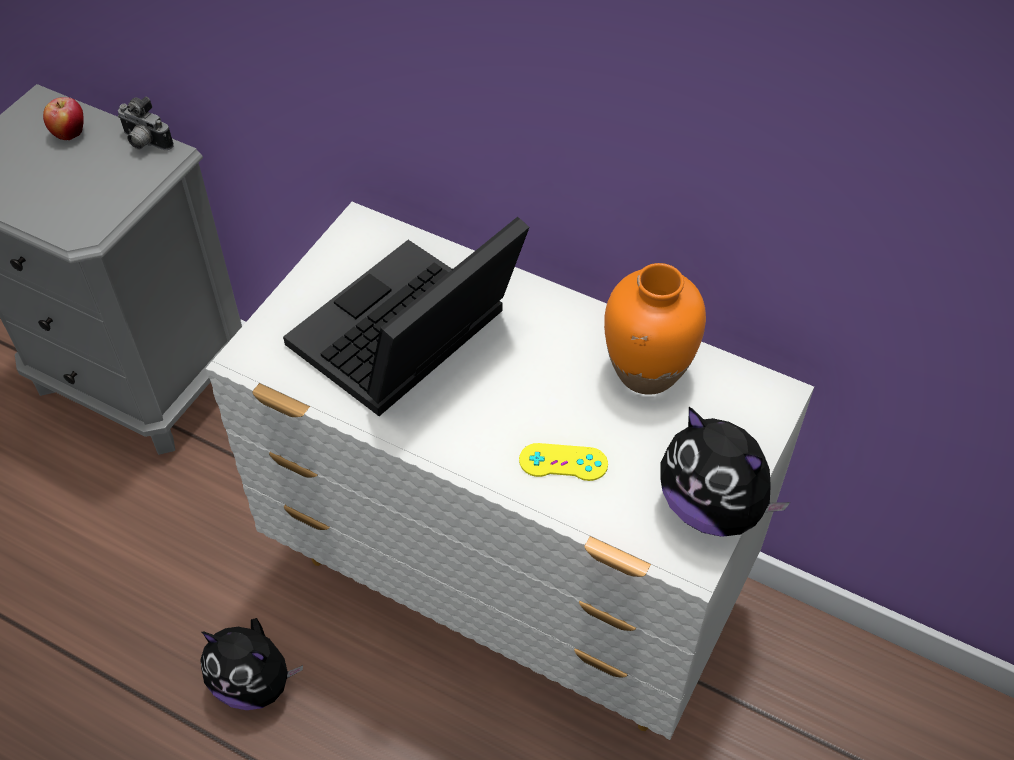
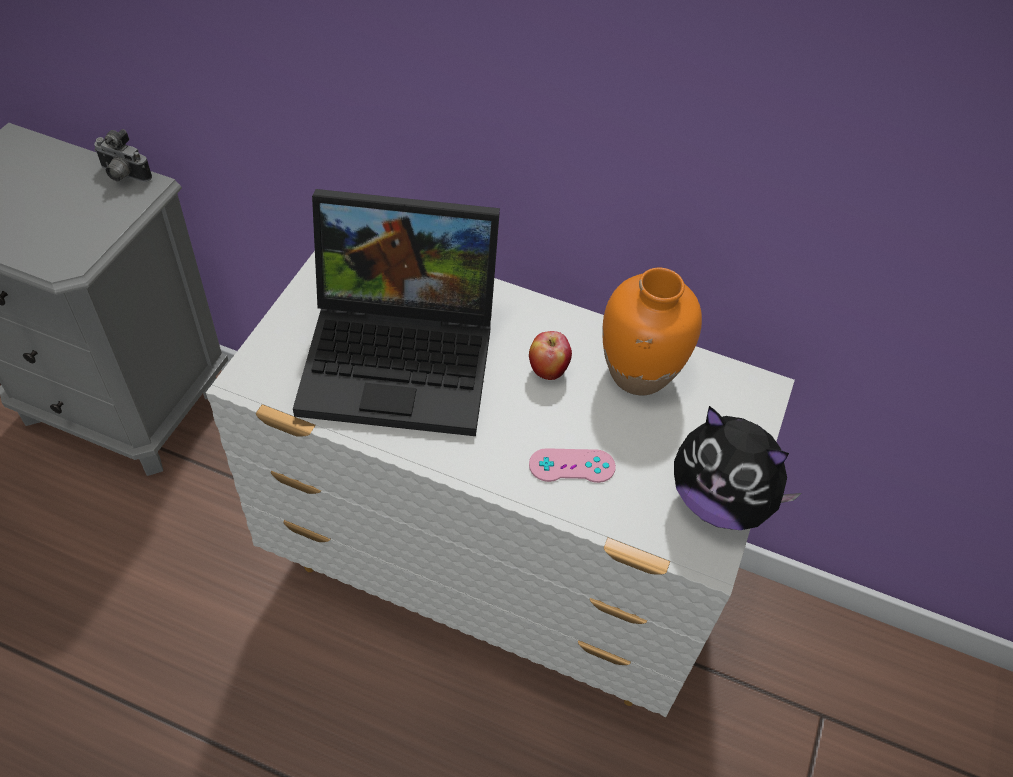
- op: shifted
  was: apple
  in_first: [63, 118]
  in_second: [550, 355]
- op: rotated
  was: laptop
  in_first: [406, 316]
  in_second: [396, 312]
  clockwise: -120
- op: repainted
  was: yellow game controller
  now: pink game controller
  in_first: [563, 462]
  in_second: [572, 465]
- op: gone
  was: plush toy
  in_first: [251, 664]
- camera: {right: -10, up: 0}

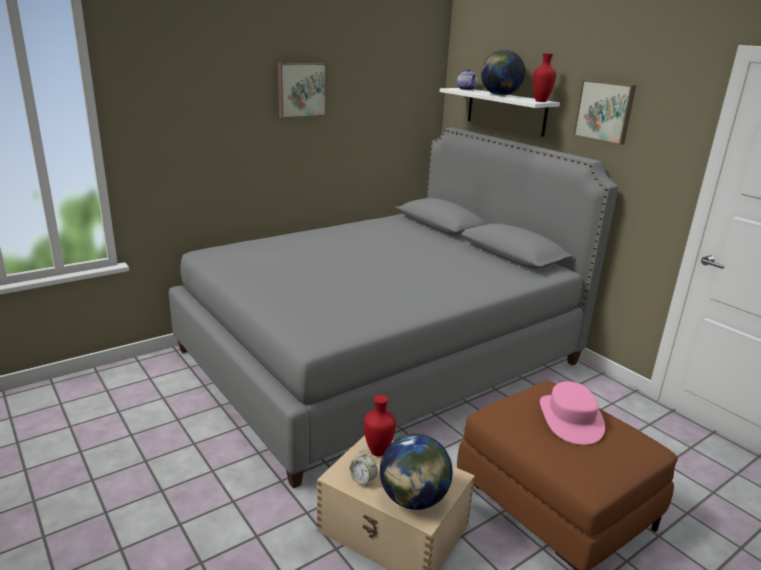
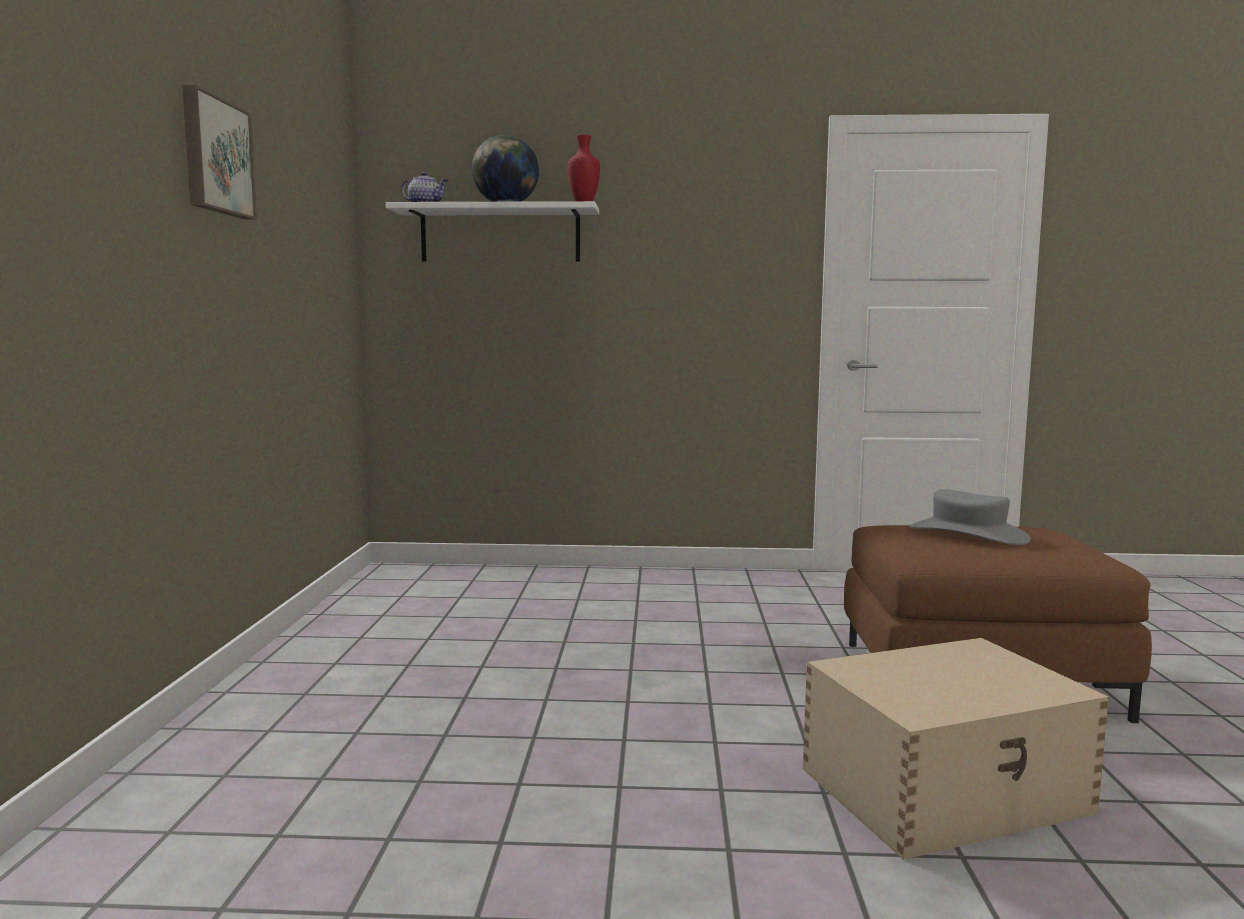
- op: gone
  was: picture
  in_first: [604, 112]
- op: gone
  was: grey bed
  in_first: [393, 307]
- op: repainted
  was: pink hat
  now: grey hat
  in_first: [572, 413]
  in_second: [969, 517]
- op: gone
  was: red vase
  in_first: [380, 425]
- op: gone
  was: globe
  in_first: [416, 472]
- op: gone
  was: alarm clock
  in_first: [363, 468]
- camera: {right: -50, up: -15}

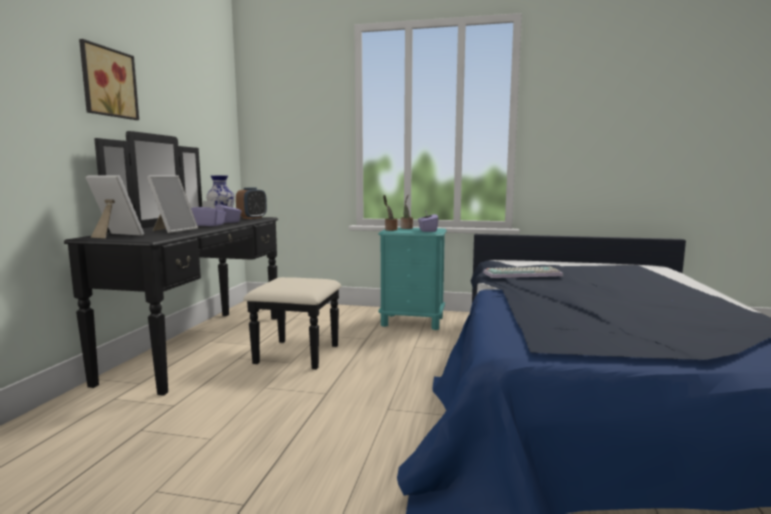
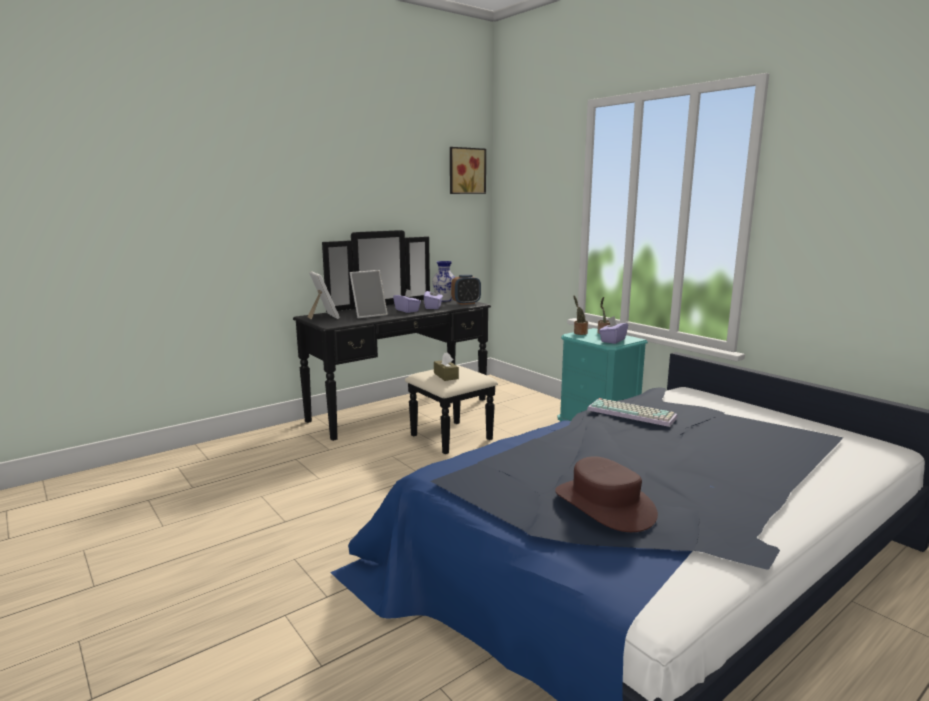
- op: shifted
  was: picture
  in_first: [109, 79]
  in_second: [468, 170]
- op: new
  now: brown tissue box
  in_second: [446, 366]
- op: new
  now: brown hat
  in_second: [606, 494]
- camera: {right: 40, up: 5}

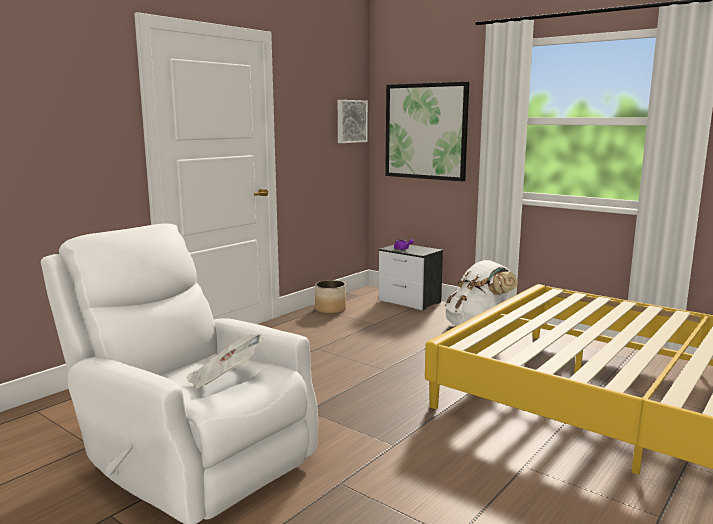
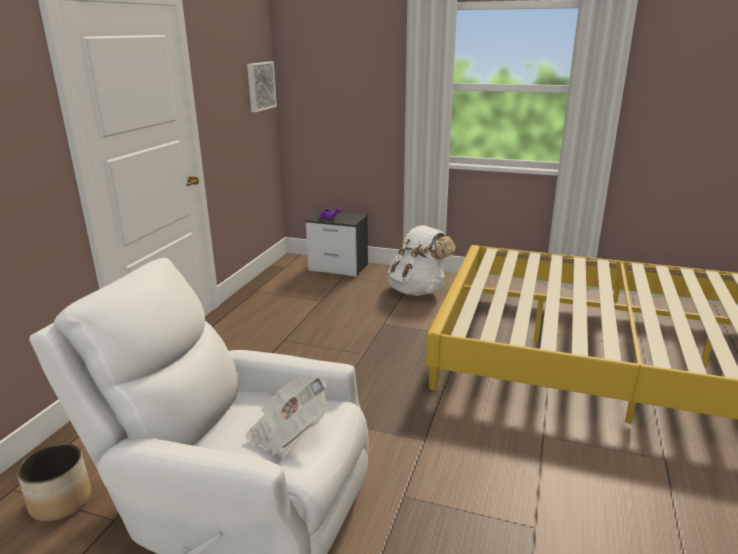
- op: gone
  was: picture
  in_first: [427, 131]
- op: shifted
  was: planter
  in_first: [330, 297]
  in_second: [54, 482]
- camera: {right: -20, up: 10}

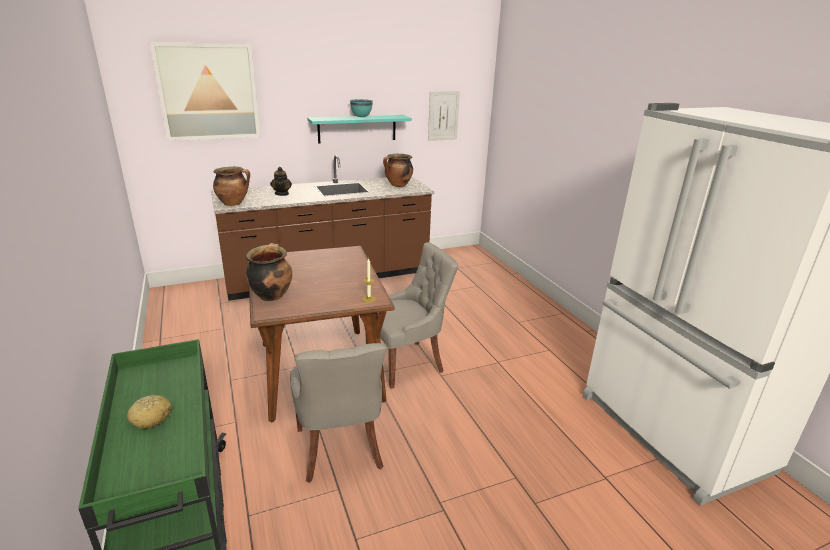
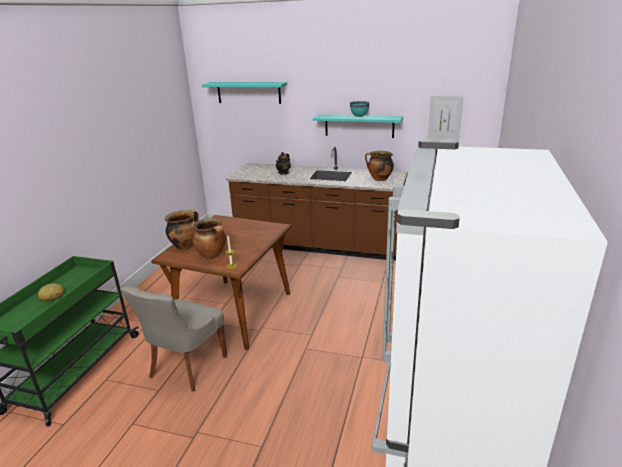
- op: swapped
  was: picture
  now: turquoise shelf
  in_first: [205, 91]
  in_second: [244, 93]
- op: shifted
  was: cooking pot
  in_first: [231, 186]
  in_second: [209, 238]
- op: gone
  was: grey chair
  in_first: [411, 315]
- camera: {right: 40, up: 0}

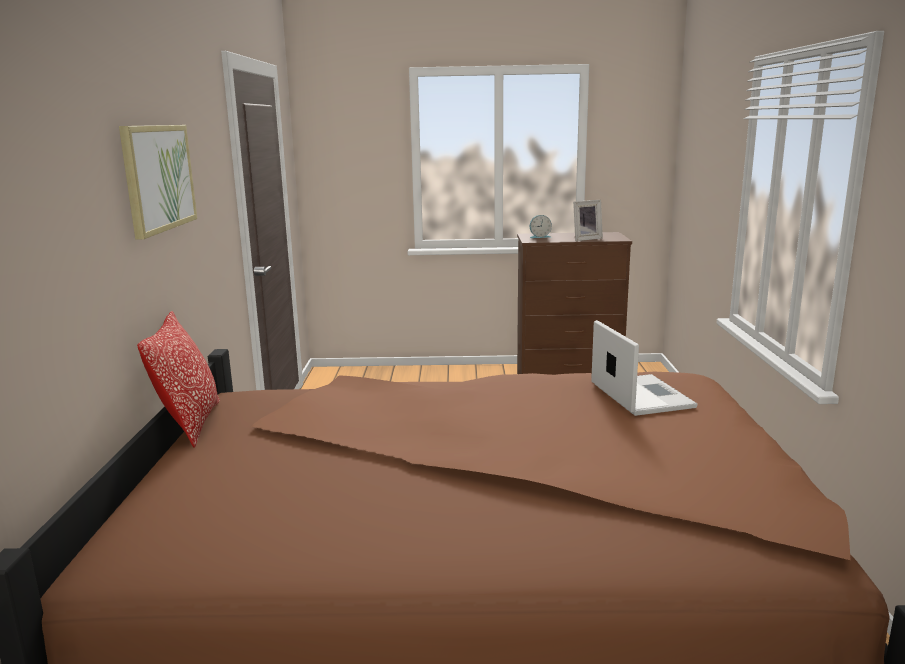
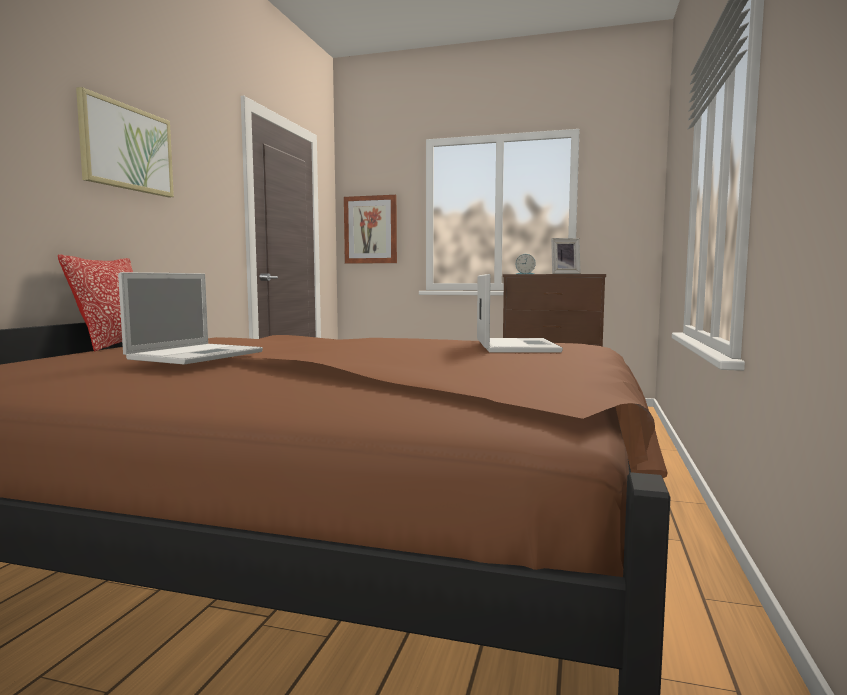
- op: new
  now: picture
  in_second: [370, 229]
- op: new
  now: laptop
  in_second: [190, 318]
- camera: {right: 15, up: -10}

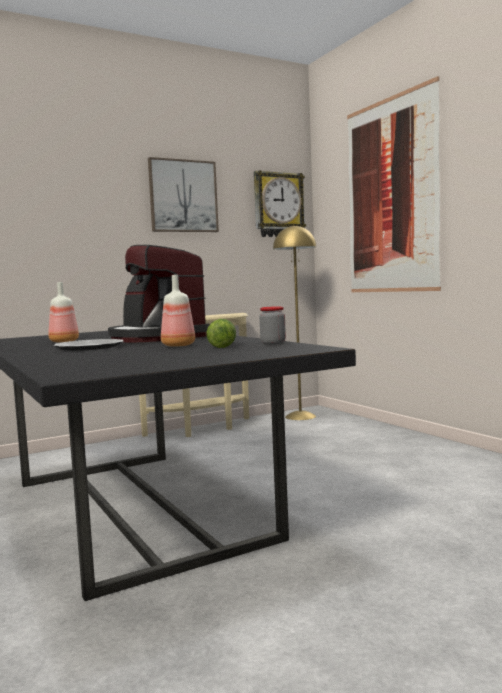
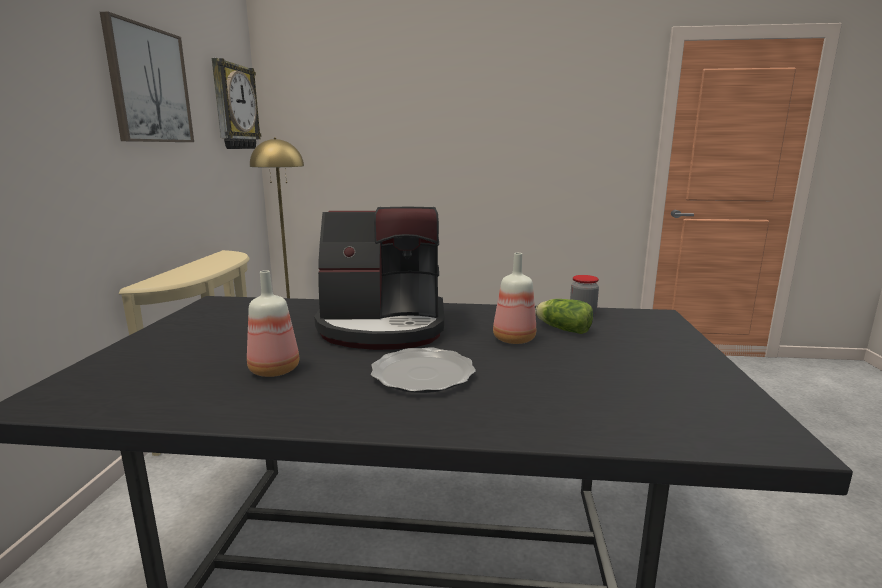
- op: gone
  was: picture
  in_first: [394, 184]
- camera: {right: -55, up: 10}

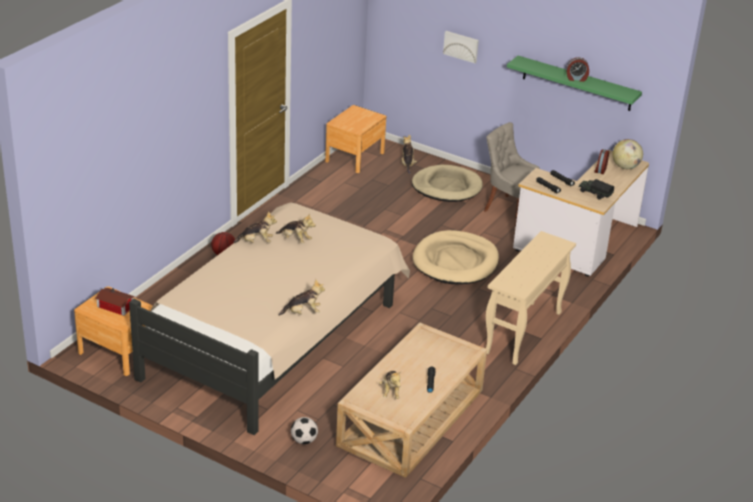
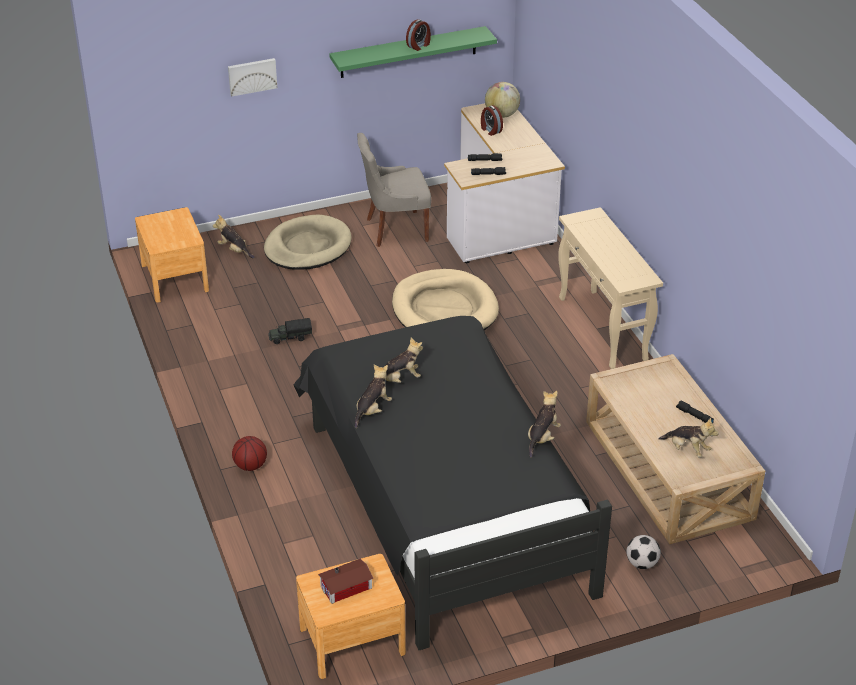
- op: shifted
  was: toy truck
  in_first: [596, 189]
  in_second: [290, 331]
- op: repainted
  was: beige bed
  now: black bed
  in_first: [269, 318]
  in_second: [452, 483]
- camera: {right: -50, up: 5}

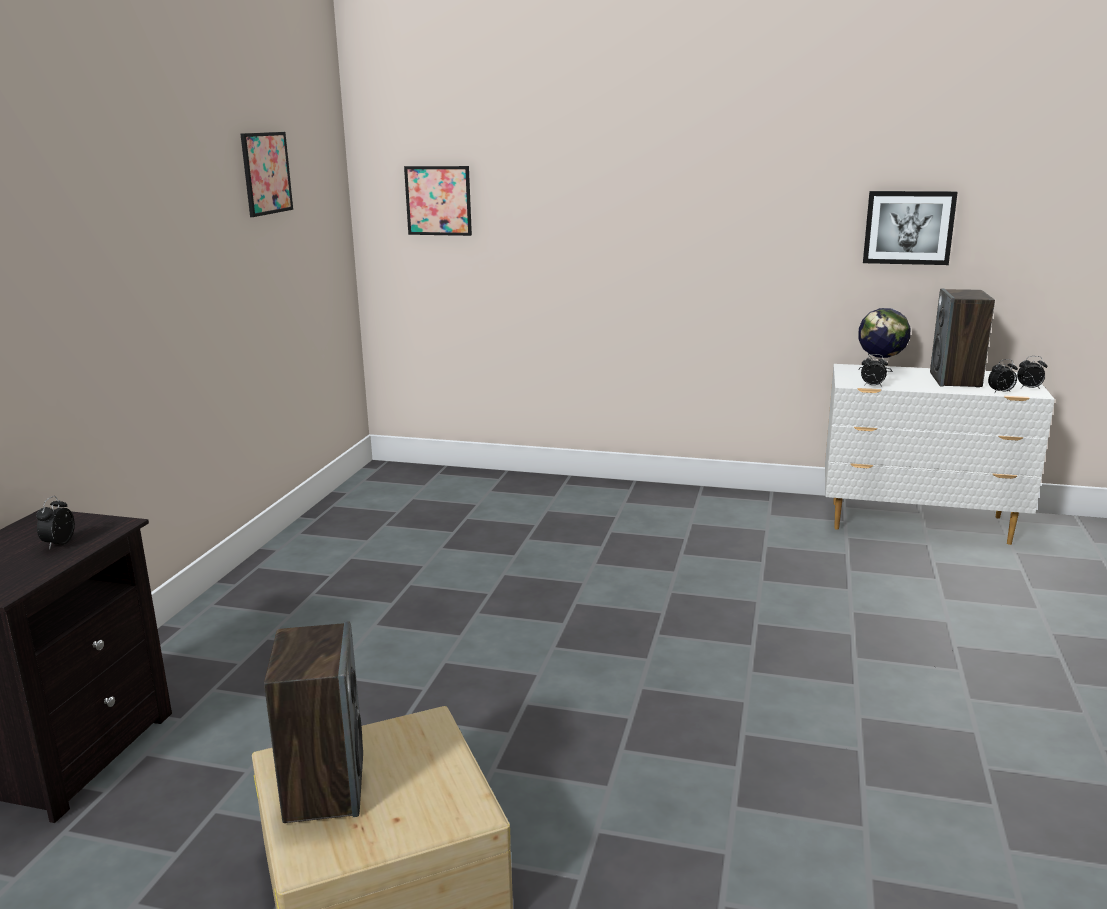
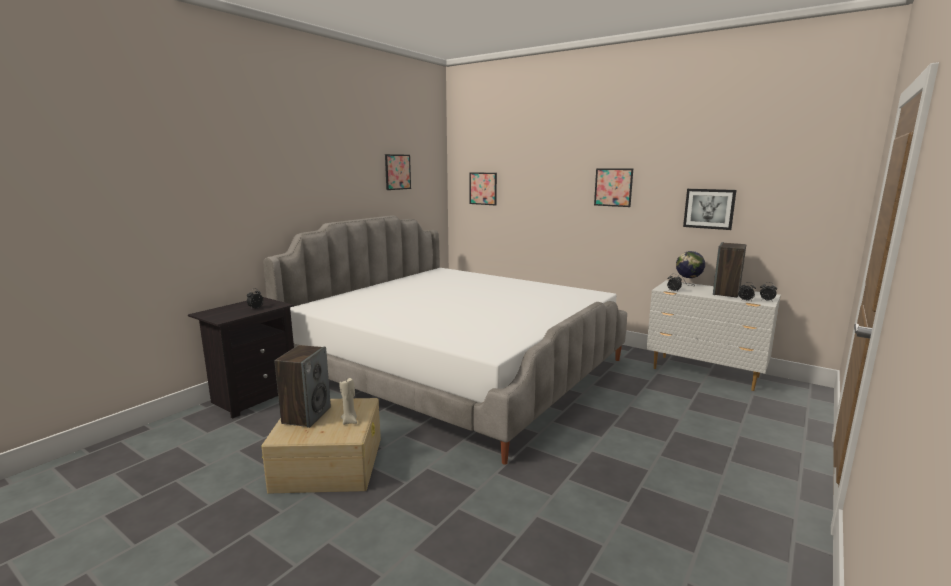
- op: new
  now: picture
  in_second: [613, 187]
- op: new
  now: bed
  in_second: [445, 340]
- op: new
  now: beige candle
  in_second: [348, 401]
- camera: {right: 20, up: -5}

